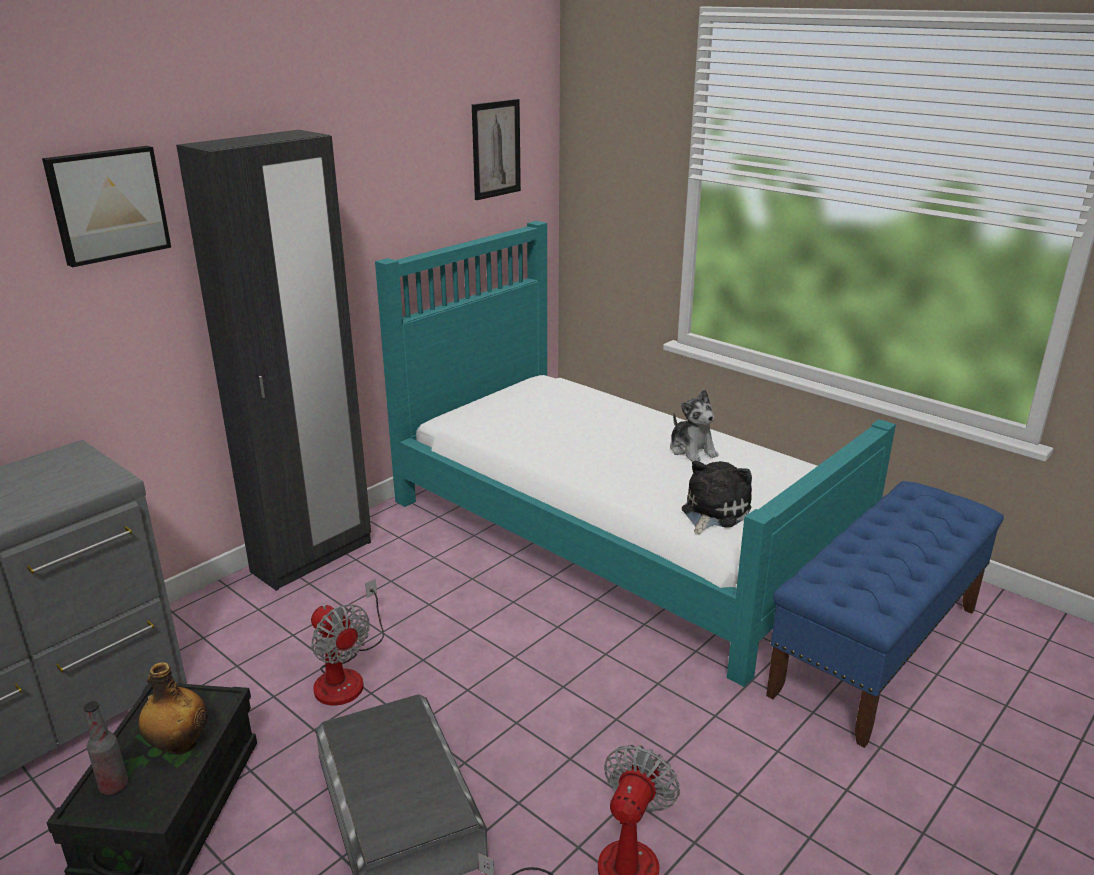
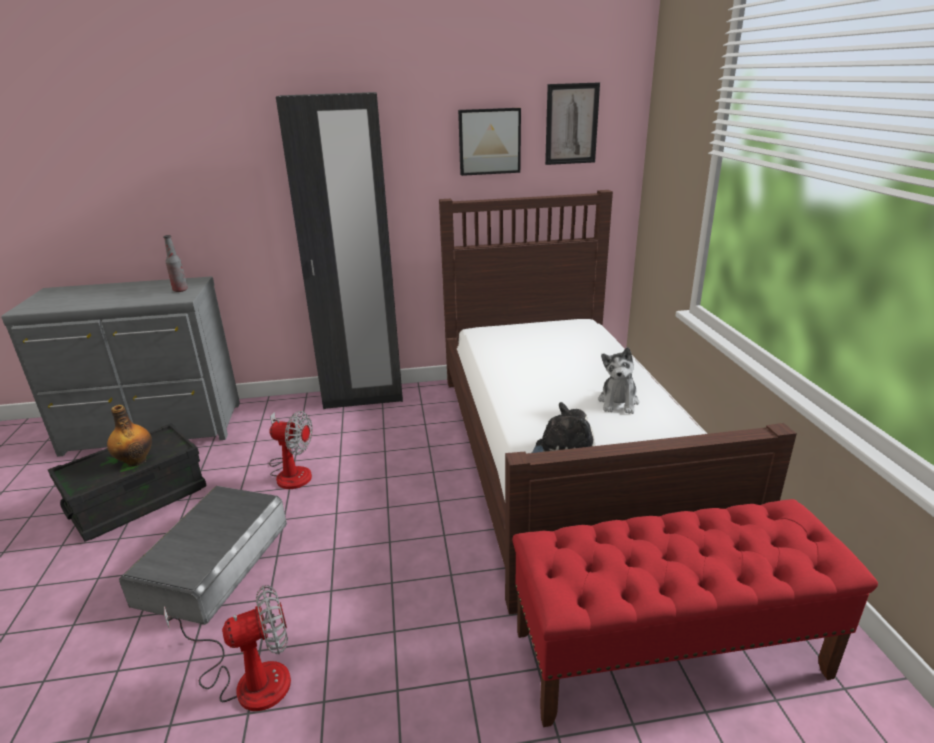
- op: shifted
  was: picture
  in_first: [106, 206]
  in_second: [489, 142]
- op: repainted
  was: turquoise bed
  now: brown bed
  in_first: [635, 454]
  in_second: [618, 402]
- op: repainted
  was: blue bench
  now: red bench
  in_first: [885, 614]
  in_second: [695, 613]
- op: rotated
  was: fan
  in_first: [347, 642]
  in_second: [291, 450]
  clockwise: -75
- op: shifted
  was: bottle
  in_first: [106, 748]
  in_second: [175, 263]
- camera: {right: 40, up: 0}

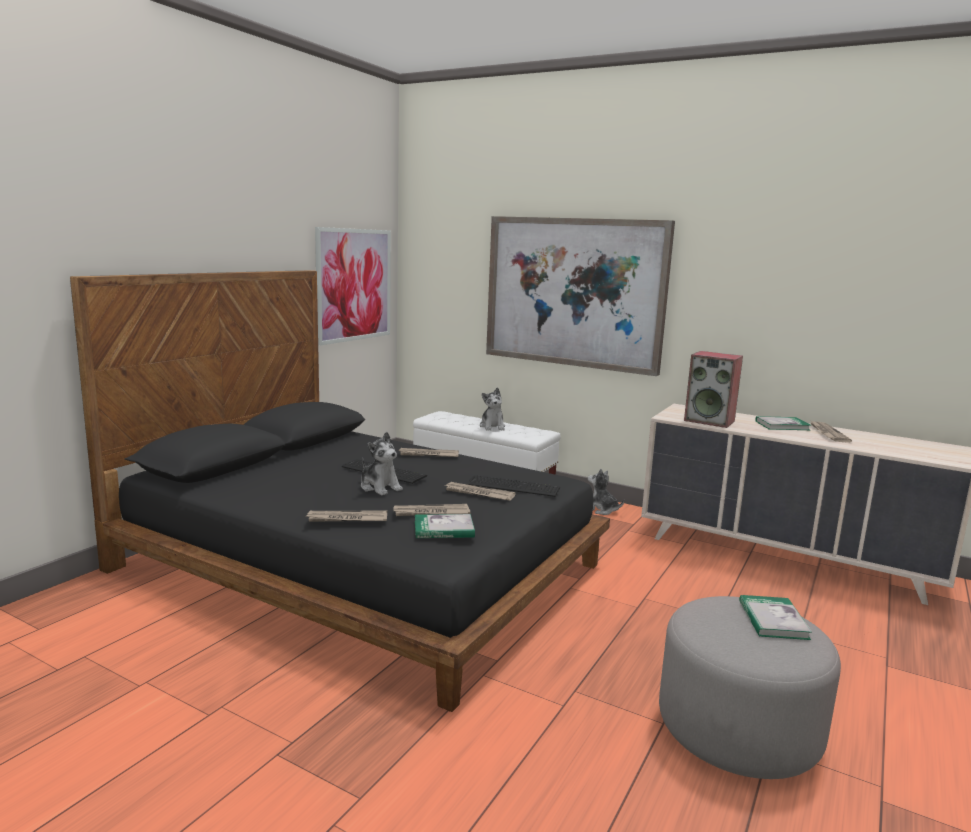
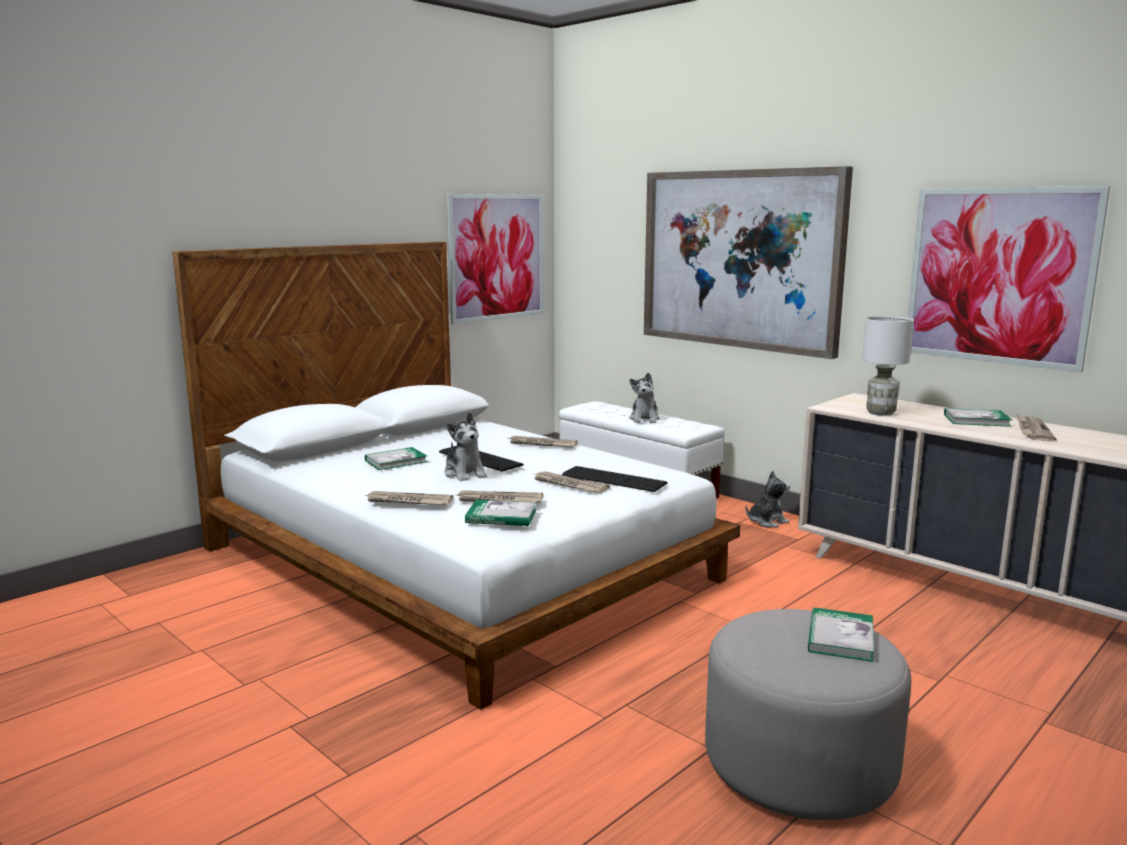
- op: repainted
  was: black bed
  now: white bed
  in_first: [340, 491]
  in_second: [456, 475]
- op: swapped
  was: speaker
  now: white table lamp
  in_first: [713, 389]
  in_second: [888, 366]
- op: rotated
  was: plush toy
  in_first: [606, 492]
  in_second: [767, 499]
  clockwise: 105
- op: new
  now: picture
  in_second: [1009, 279]
- op: new
  now: book
  in_second: [396, 458]
- camera: {right: 15, up: 0}

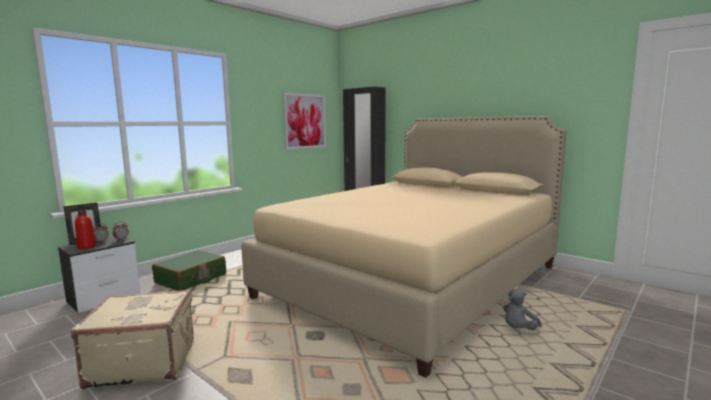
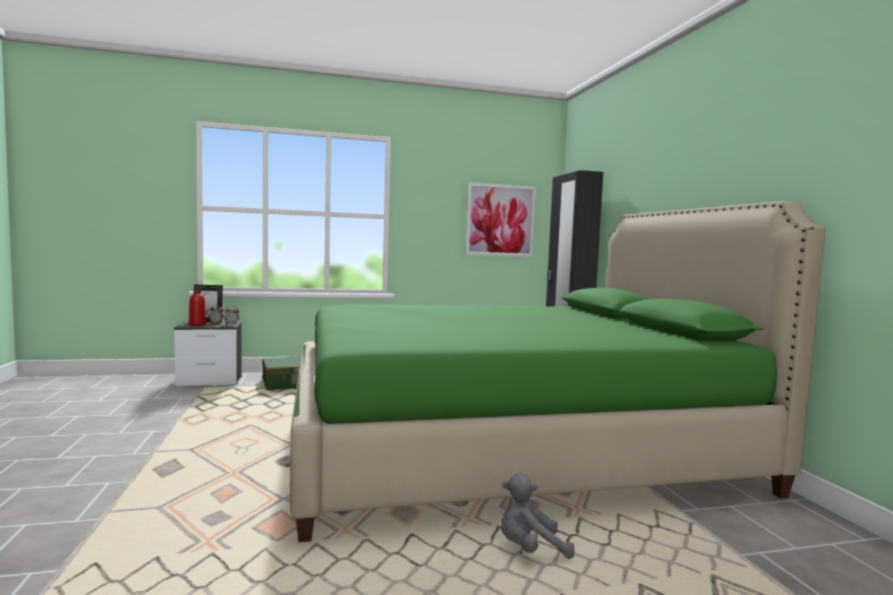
- op: repainted
  was: beige bed
  now: green bed
  in_first: [404, 247]
  in_second: [558, 371]
- op: gone
  was: beige suitcase
  in_first: [132, 339]
- camera: {right: 35, up: -5}

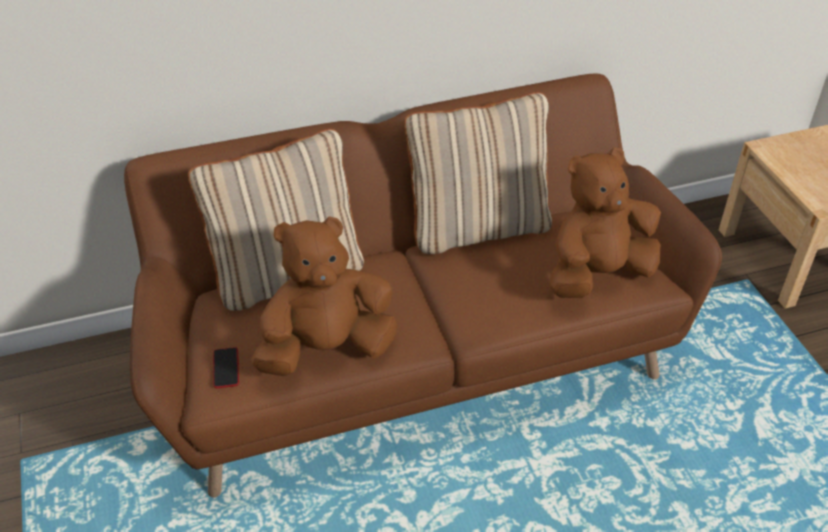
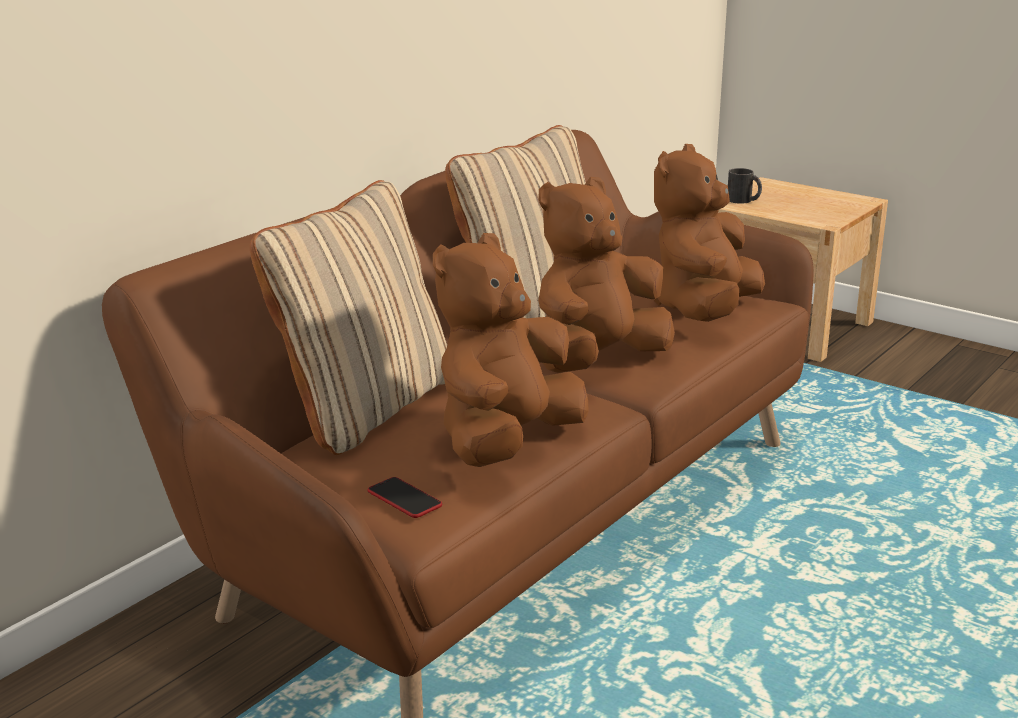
- op: new
  now: black mug
  in_second: [745, 186]
- op: new
  now: brown plush toy
  in_second: [606, 275]
- camera: {right: -35, up: -20}

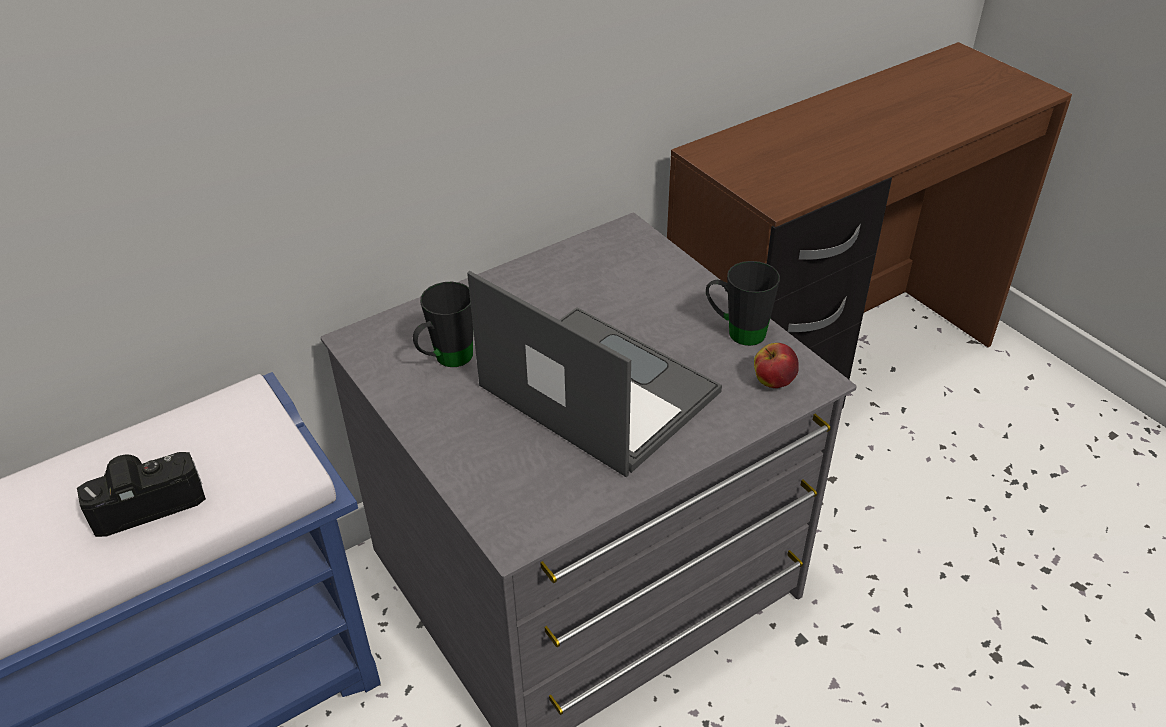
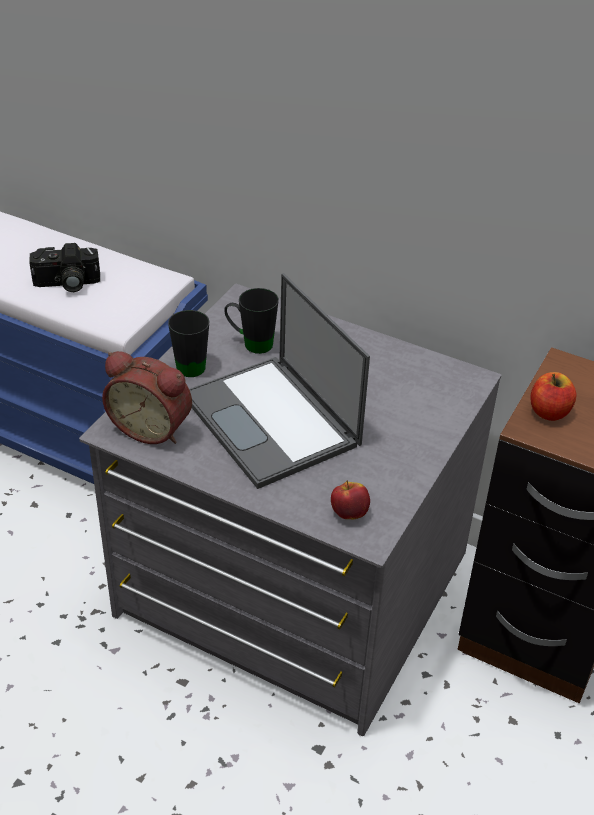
- op: shifted
  was: black mug
  in_first: [743, 303]
  in_second: [189, 343]
- op: rotated
  was: laptop
  in_first: [594, 374]
  in_second: [279, 381]
  clockwise: 135
- op: rotated
  was: photo camera
  in_first: [141, 494]
  in_second: [64, 267]
  clockwise: 135
- op: new
  now: alarm clock
  in_second: [147, 397]
- op: new
  now: apple
  in_second: [553, 396]
- camera: {right: 60, up: 0}

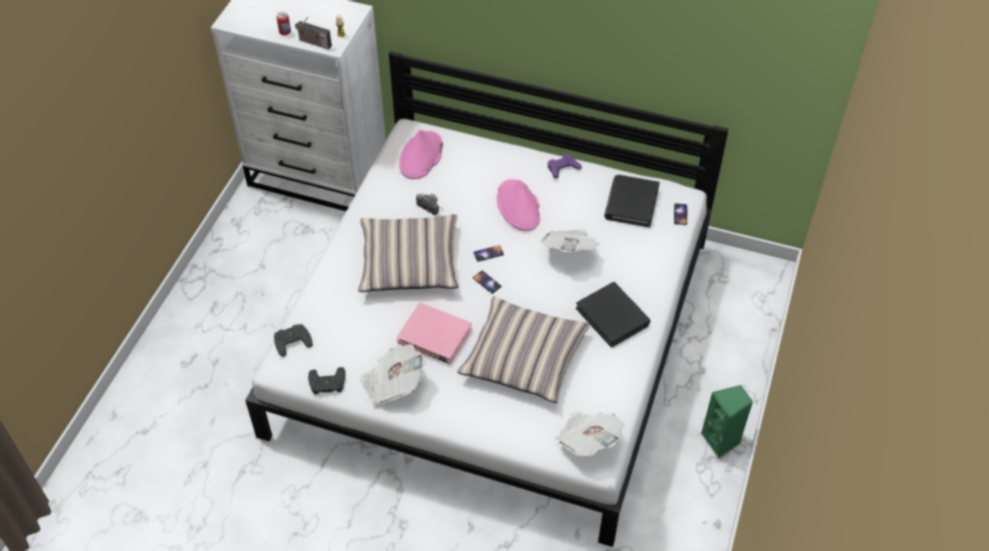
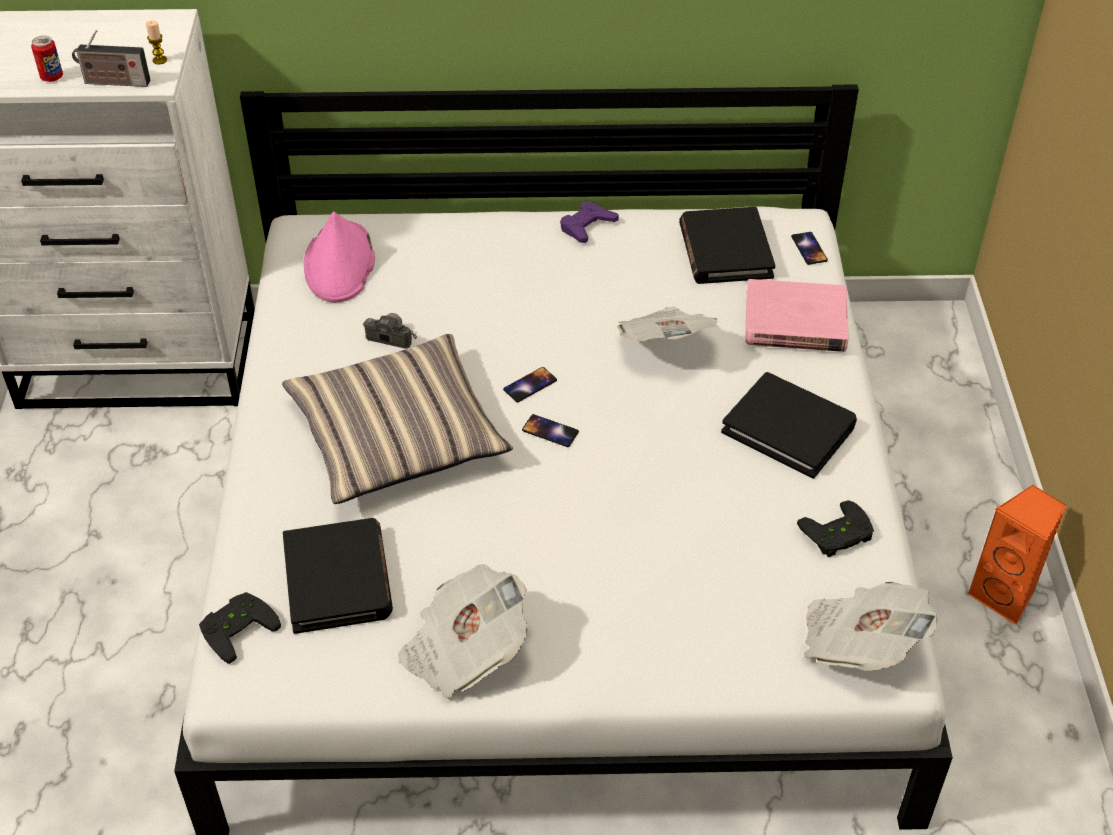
- op: gone
  was: pink hat
  in_first: [519, 205]
- op: gone
  was: pillow
  in_first: [523, 349]
- op: shifted
  was: pink book
  in_first: [434, 333]
  in_second: [797, 315]
- op: shifted
  was: black game controller
  in_first: [326, 380]
  in_second: [835, 528]
- op: repainted
  was: green speaker
  now: orange speaker
  in_first: [727, 421]
  in_second: [1017, 555]
- op: new
  now: black book
  in_second: [338, 576]
- camera: {right: -20, up: -5}

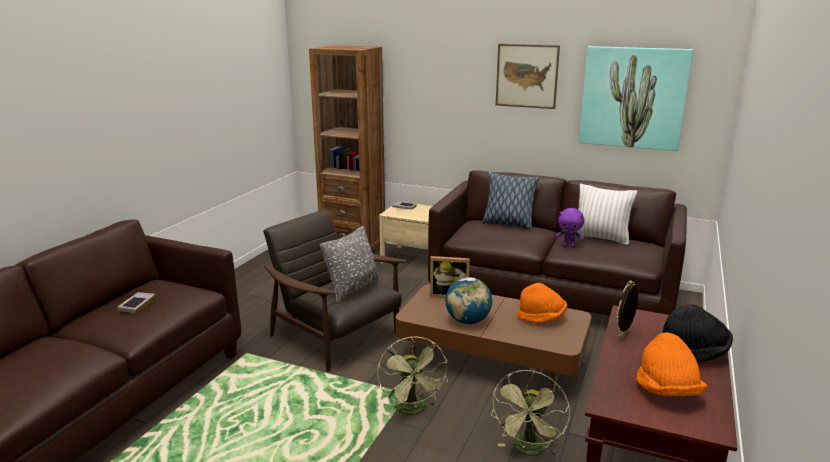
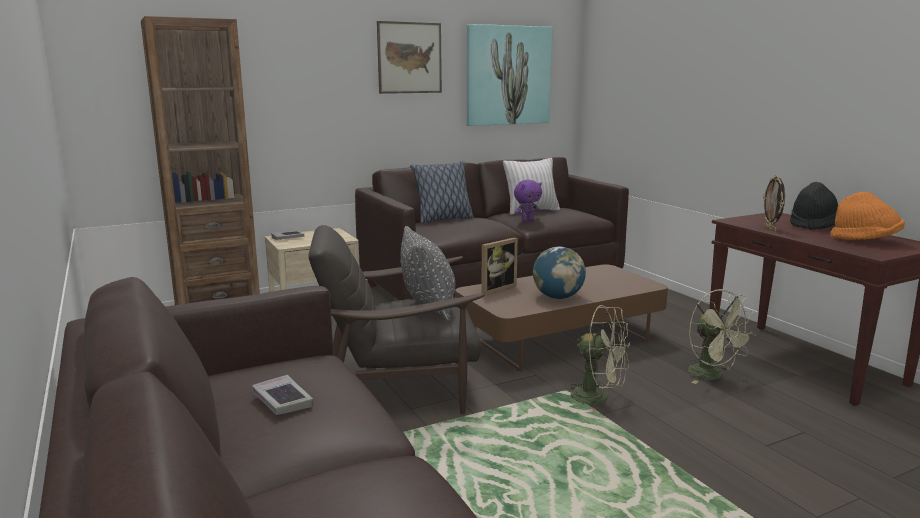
- op: gone
  was: orange hat
  in_first: [542, 303]
- camera: {right: -50, up: -5}

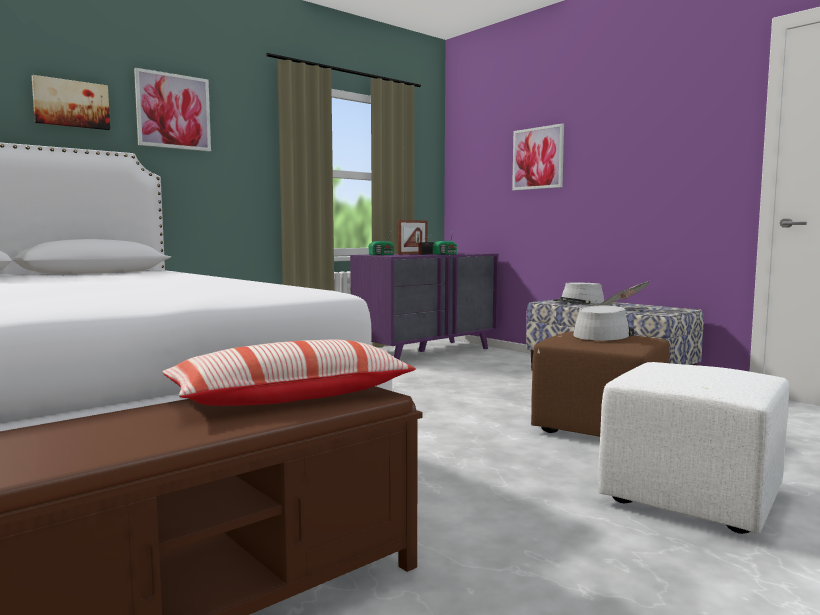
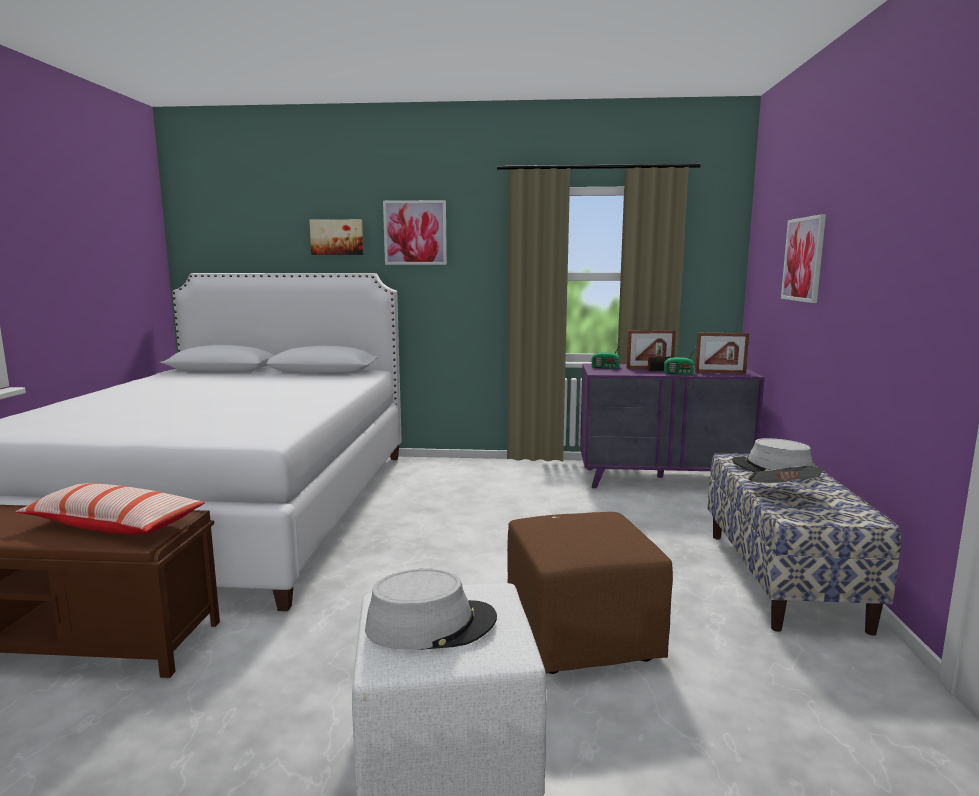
- op: shifted
  was: grey hat
  in_first: [604, 323]
  in_second: [431, 609]
- op: new
  now: picture frame
  in_second: [722, 353]
- camera: {right: 45, up: 5}

